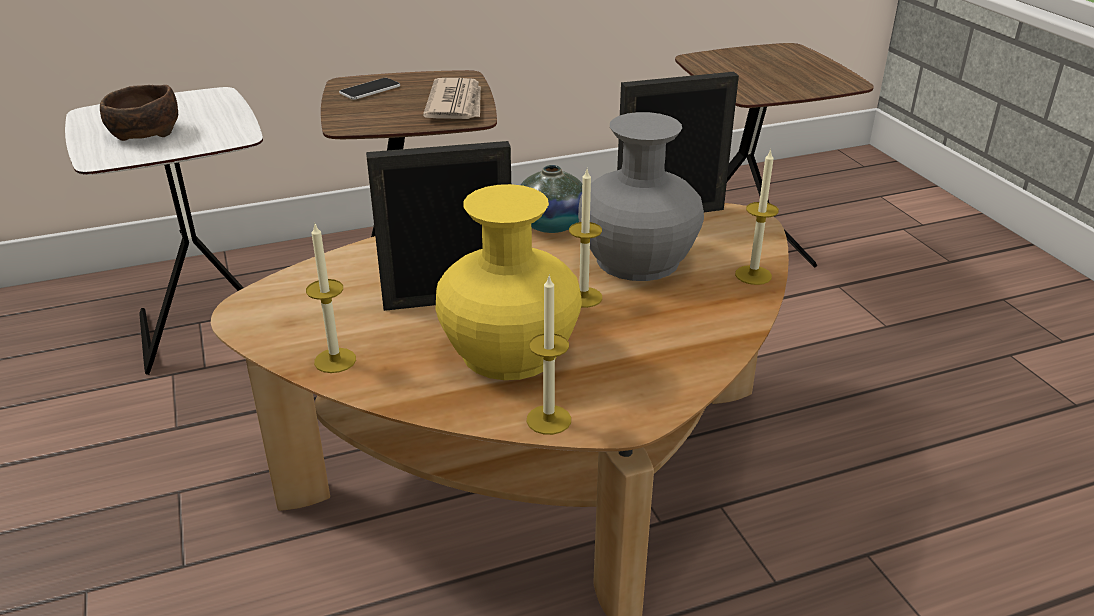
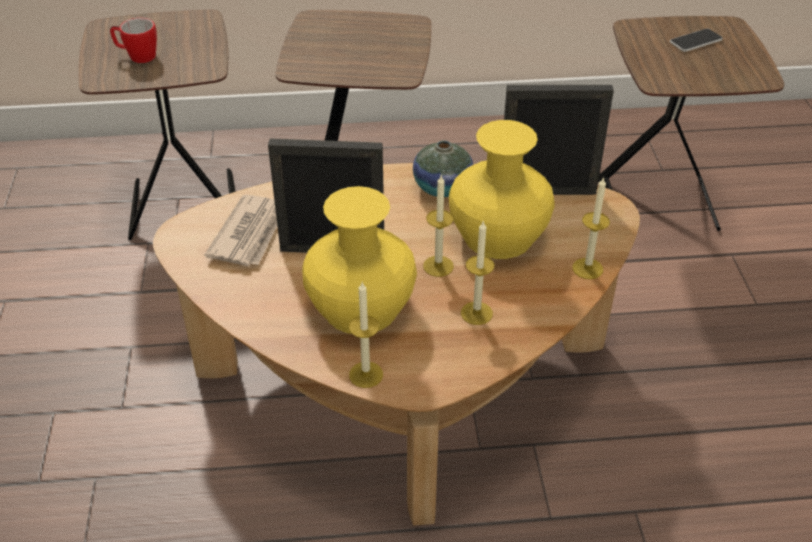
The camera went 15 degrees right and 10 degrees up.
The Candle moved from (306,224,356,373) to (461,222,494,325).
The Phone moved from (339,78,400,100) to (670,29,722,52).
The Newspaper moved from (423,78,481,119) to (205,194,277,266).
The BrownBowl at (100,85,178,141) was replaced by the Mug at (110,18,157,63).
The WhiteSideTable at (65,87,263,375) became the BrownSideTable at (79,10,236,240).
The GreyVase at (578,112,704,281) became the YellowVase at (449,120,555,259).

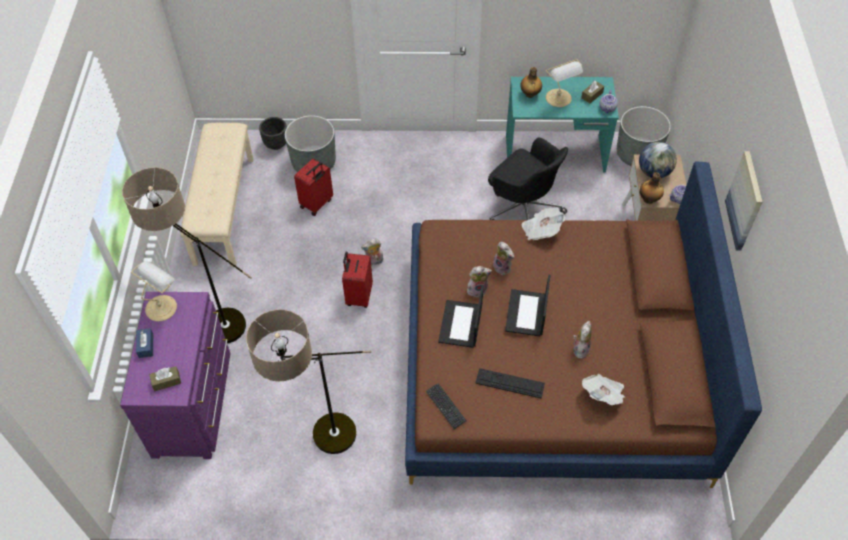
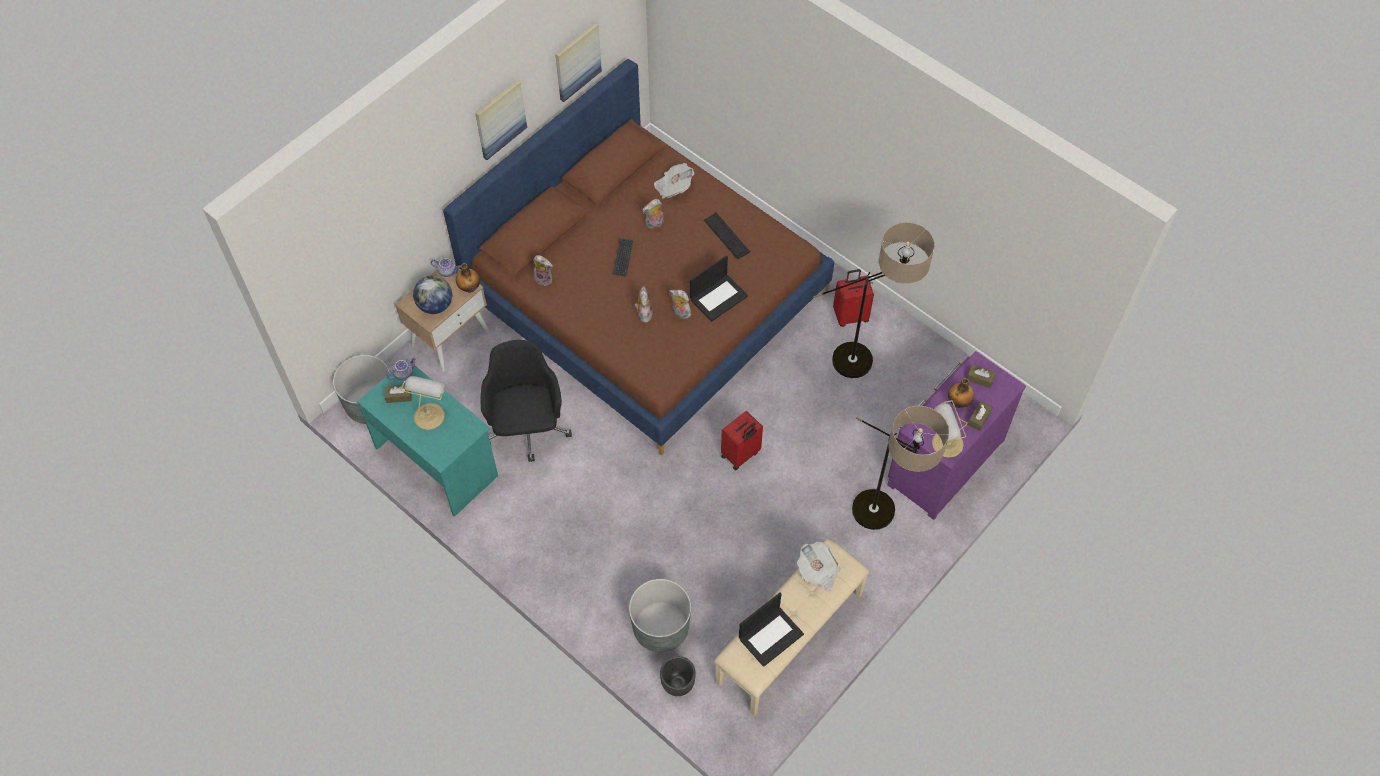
The camera went 140 degrees left and 5 degrees up.
The Picture at (555,23,602,102) appeared.
The RedSuitcase moved from (294,158,333,216) to (833,269,874,327).
The PlushToy moved from (361,239,384,266) to (533,255,553,286).
The Keyboard moved from (426,383,467,429) to (613,238,633,277).
The Laptop moved from (505,275,550,336) to (739,592,804,667).
The Bottle moved from (520,67,542,98) to (948,378,974,408).
The Newspaper moved from (522,207,565,240) to (797,542,841,591).
The BlueTissueBox at (136,328,153,358) became the BrownTissueBox at (968,401,993,431).

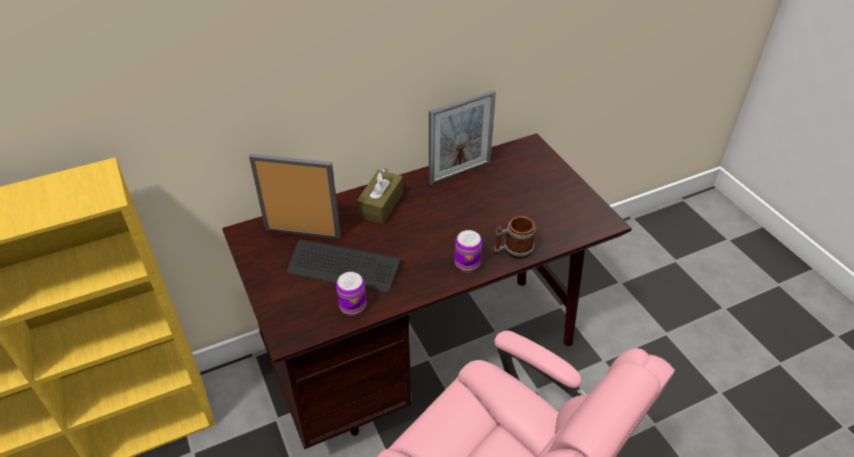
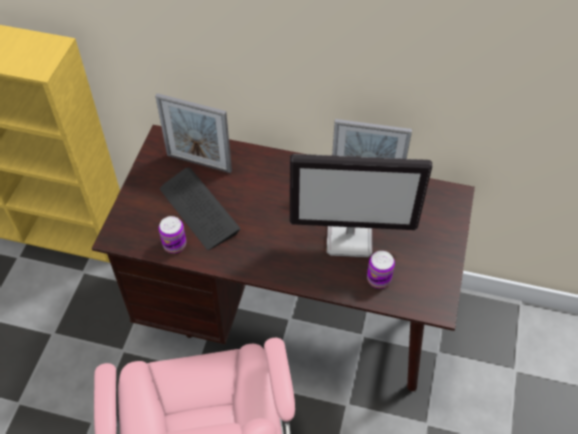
The camera went 40 degrees right and 10 degrees up.
The BrownTissueBox at (356,168,403,224) disappeared.
The Mug at (493,216,536,259) disappeared.
The Monitor at (290,154,432,257) appeared.
The Can moved from (455,230,482,272) to (367,251,395,288).
The PictureFrame at (249,154,341,239) turned 150 degrees clockwise.

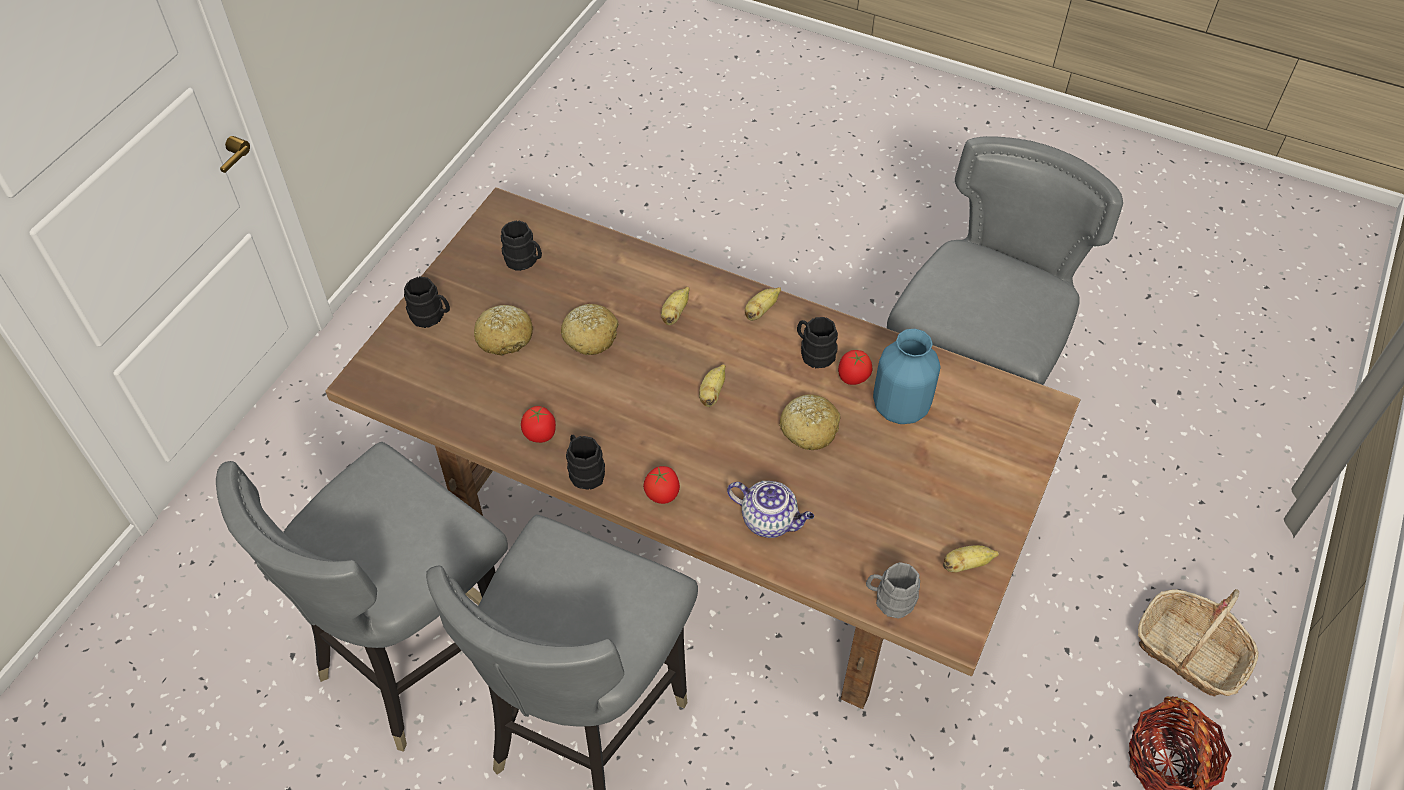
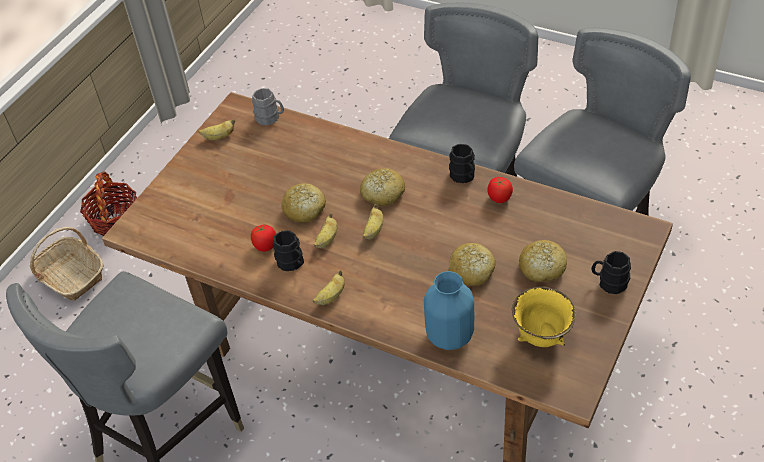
The camera went 175 degrees left and 5 degrees down.
The Tomato at (643,466,680,504) disappeared.
The Teapot at (727,481,814,538) disappeared.
The Bread at (360,168,405,206) appeared.
The Banana moved from (661,287,690,325) to (314,213,337,248).
The BlueVase moved from (873,329,940,424) to (424,271,474,350).
The BlackMug at (501,220,542,271) was replaced by the YellowBowl at (512,287,575,347).

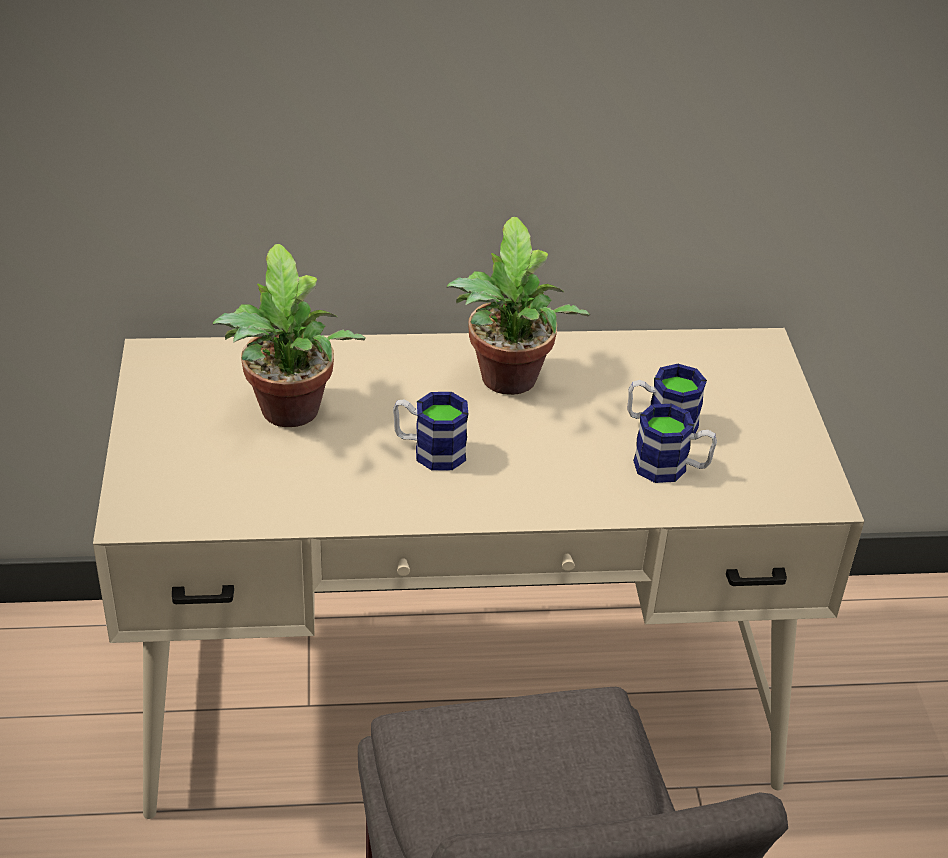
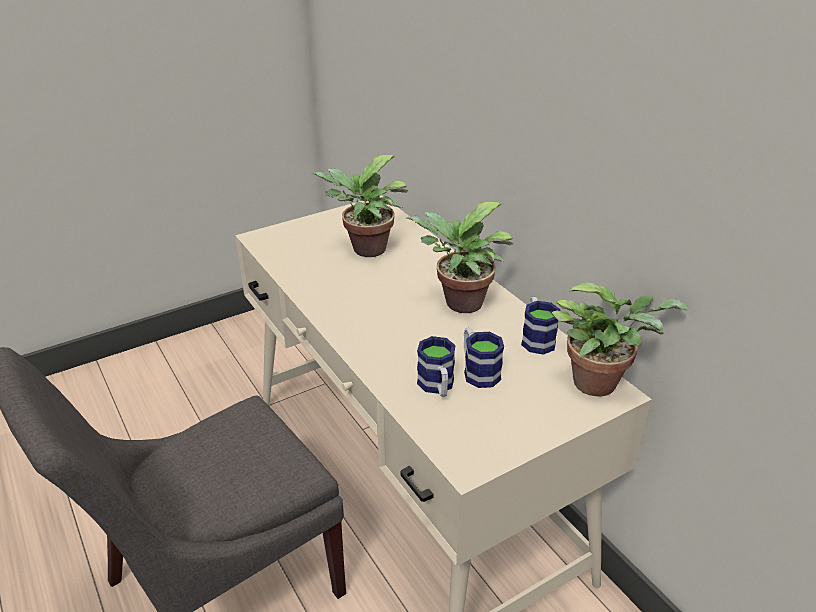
The camera went 65 degrees right and 5 degrees down.
The PottedPlant at (552,282,689,397) appeared.
The Mug moved from (393,392,468,471) to (521,296,560,355).

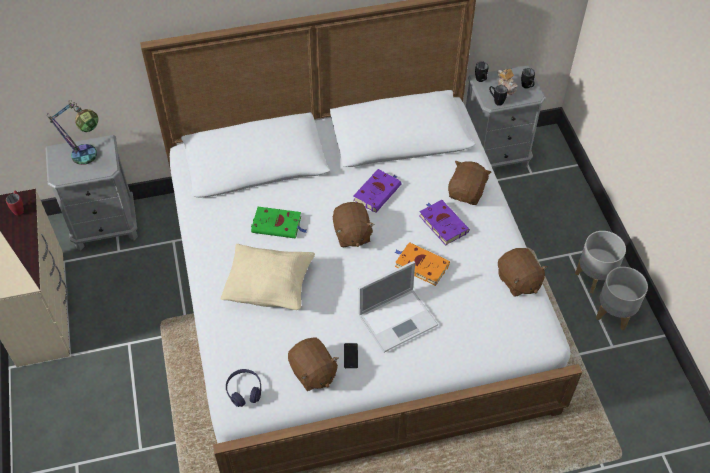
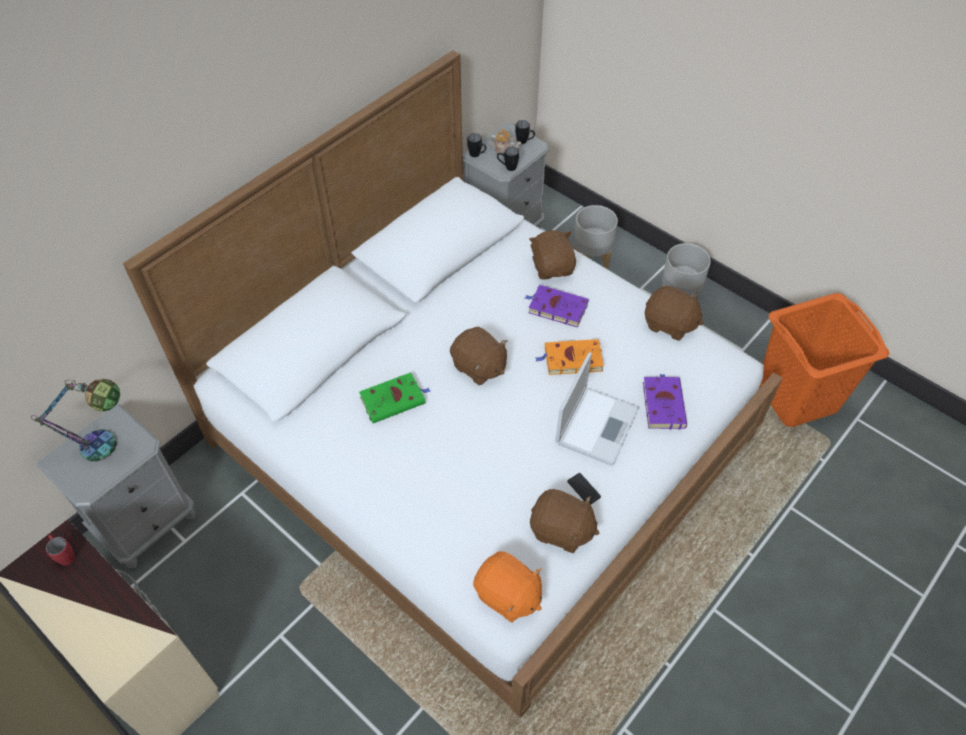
The camera went 35 degrees left and 0 degrees up.
The BeigePillow at (221,244,315,310) disappeared.
The OrangeLaundryBasket at (759,293,889,427) appeared.
The PurpleBook moved from (353,169,402,213) to (643,374,687,429).
The GreyPlanter moved from (596,267,648,330) to (574,205,618,269).
The PurpleHeadphones at (226,369,261,407) was replaced by the OrangePlushToy at (473,551,542,623).

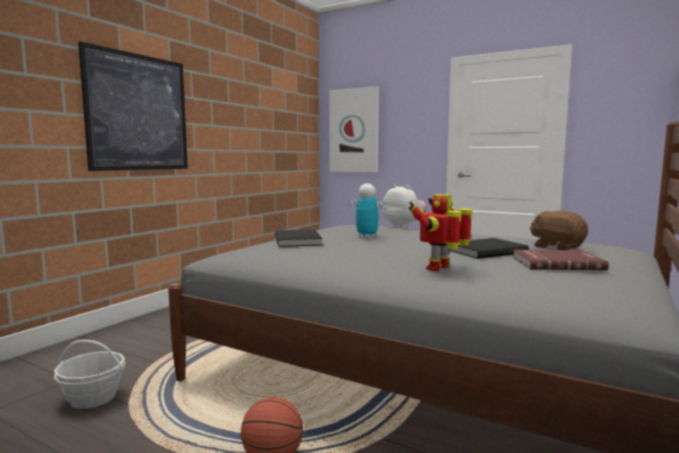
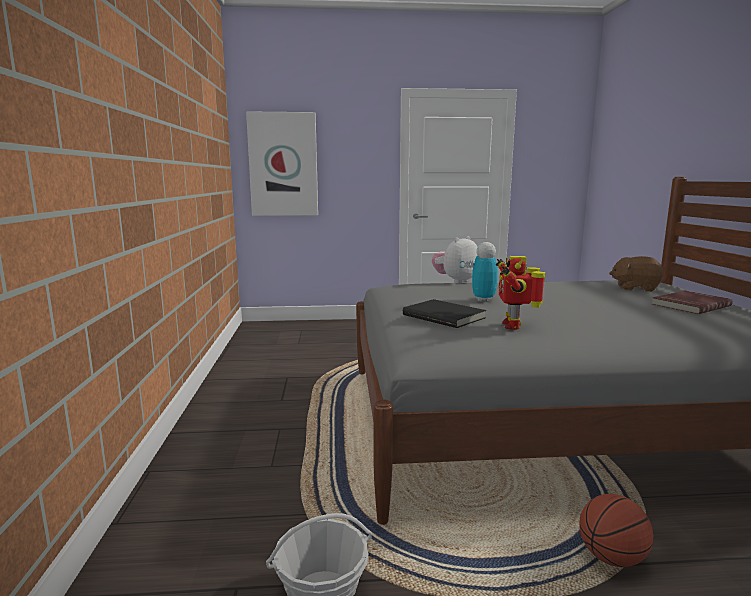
The camera went 35 degrees left and 5 degrees up.
The Picture at (78,41,188,171) disappeared.
The BlackBook at (448,238,529,259) disappeared.
The ToyRobot moved from (409,194,473,271) to (496,256,545,330).
The PlushToy at (383,184,427,228) turned 60 degrees counterclockwise.

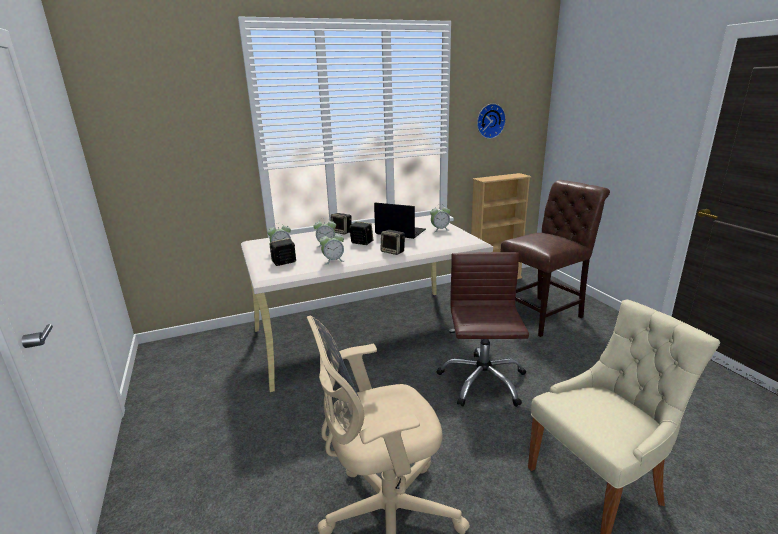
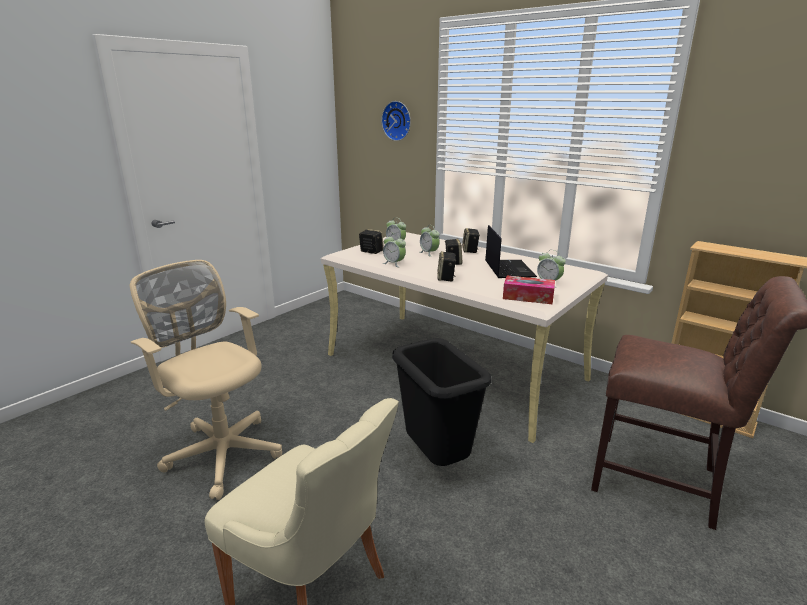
The camera went 60 degrees right and 0 degrees up.
The TissueBox at (503,276,555,304) appeared.
The WallClock moved from (477,103,506,139) to (381,101,411,141).
The BrownOfficeChair at (437,252,529,407) was replaced by the BlackTrashCan at (392,338,492,466).

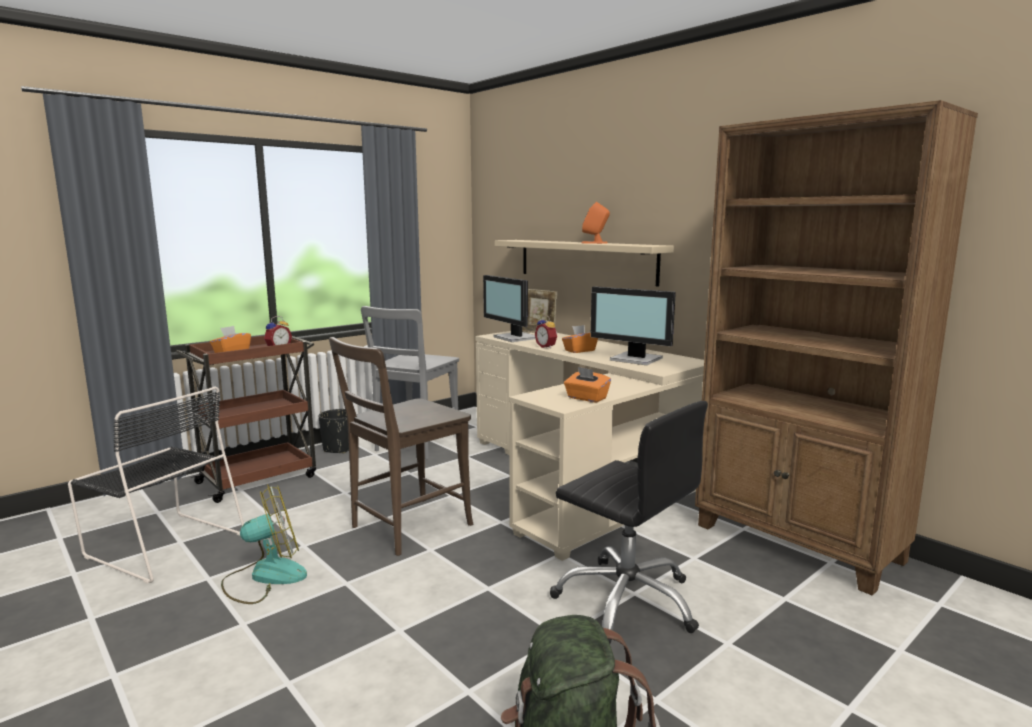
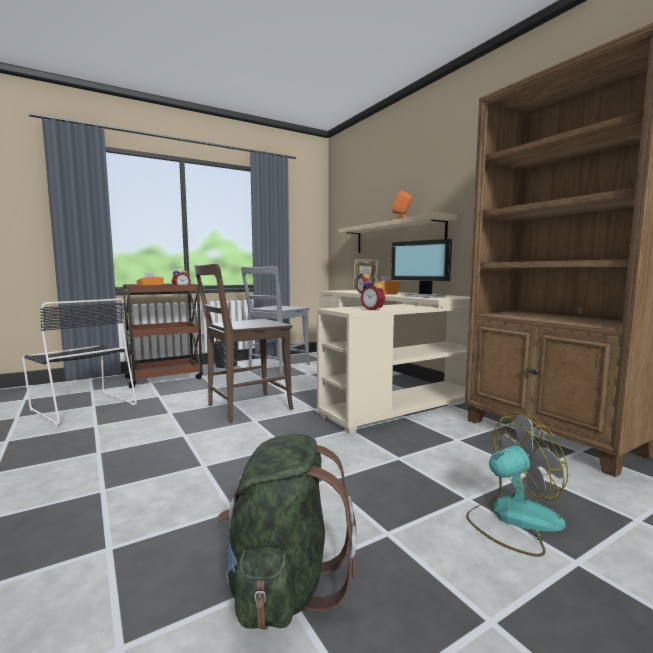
The camera went 10 degrees right and 5 degrees down.
The Monitor at (483,275,536,342) disappeared.
The BlackOfficeChair at (550,401,708,644) disappeared.
The Fan moved from (221,484,307,604) to (466,412,568,557).
The OrangeTissueBox at (564,367,611,403) was replaced by the AlarmClock at (360,277,385,311).

